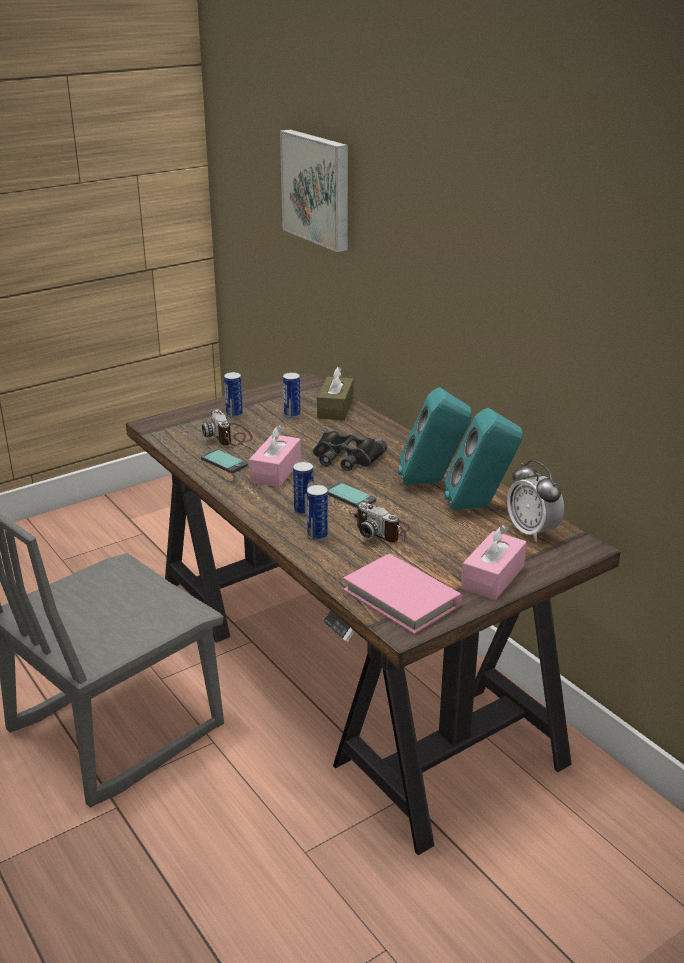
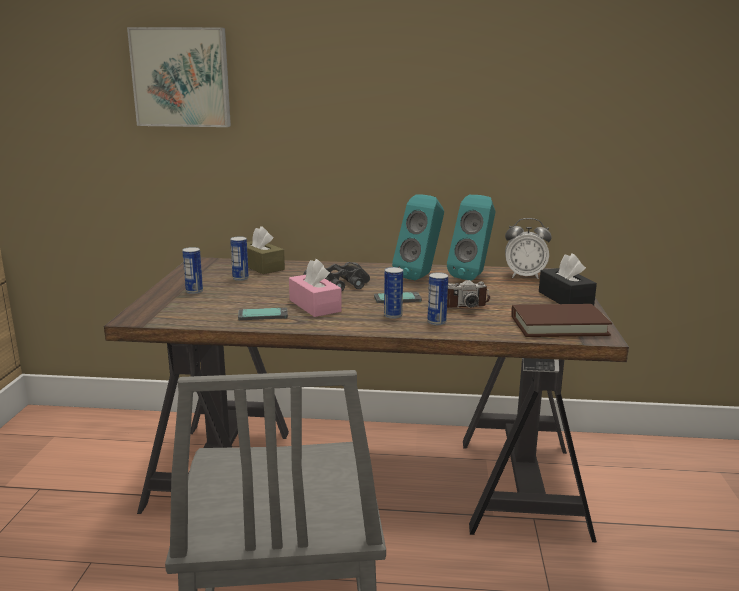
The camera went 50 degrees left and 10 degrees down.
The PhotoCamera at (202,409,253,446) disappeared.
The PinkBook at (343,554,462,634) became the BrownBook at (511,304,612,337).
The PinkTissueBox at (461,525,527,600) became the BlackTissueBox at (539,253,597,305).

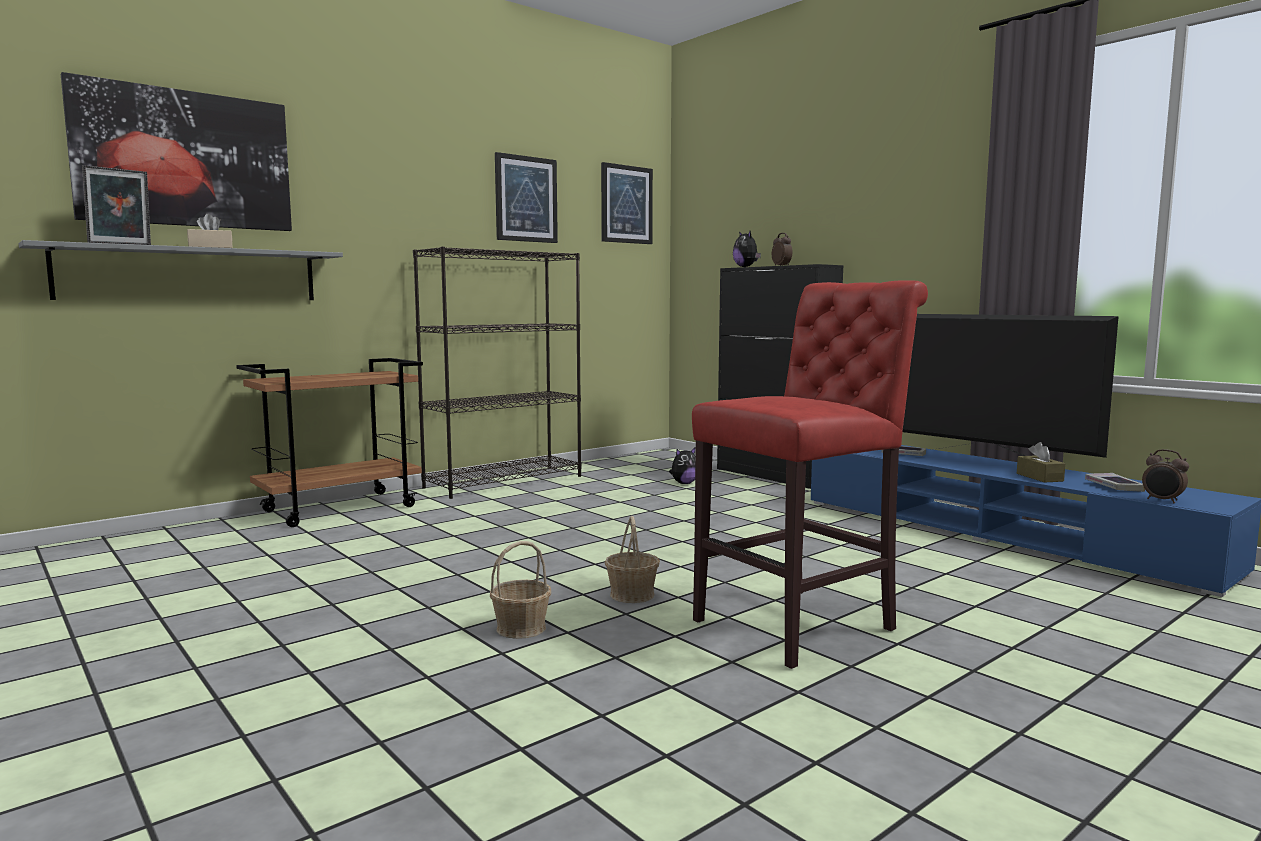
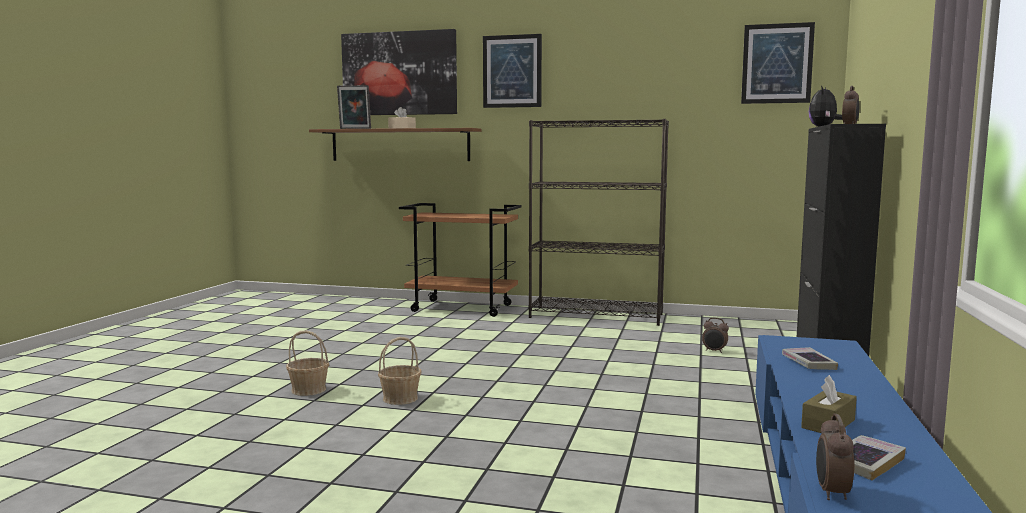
The camera went 55 degrees right and 0 degrees up.
The RedStool at (692,281,928,669) disappeared.
The Television at (903,314,1119,458) disappeared.
The Picture moved from (495,152,558,243) to (483,34,542,108).
The PlushToy at (669,448,696,484) was replaced by the AlarmClock at (702,318,729,353).
The GreyShelf at (18,240,343,300) became the BrownShelf at (309,128,482,161).

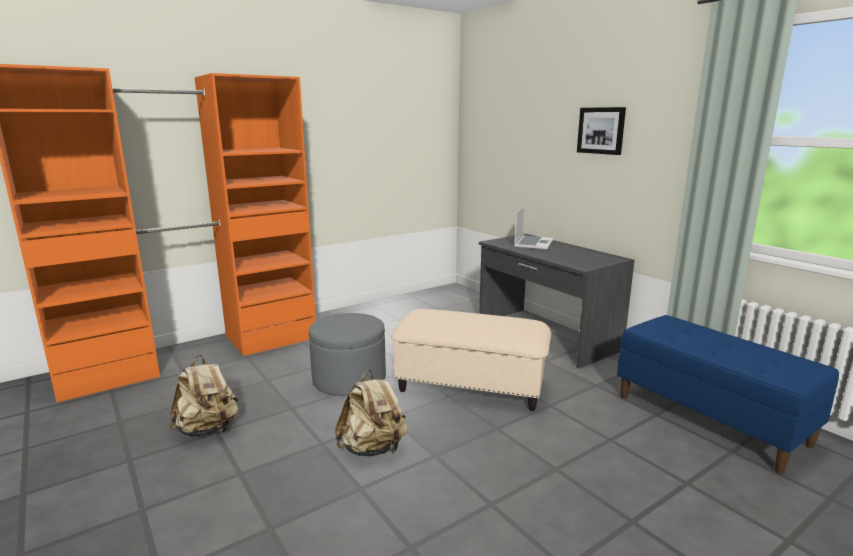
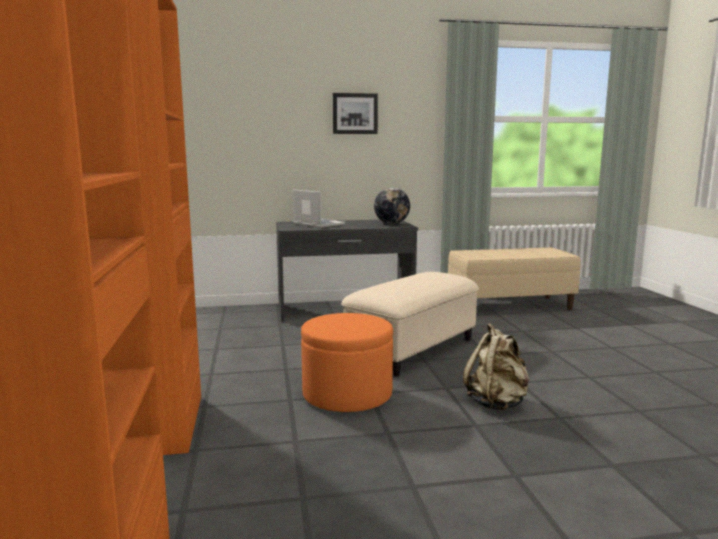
The camera went 65 degrees left and 5 degrees down.
The BeigeBackpack at (170,355,238,436) disappeared.
The Globe at (374,188,410,224) appeared.
The GreyOttoman at (309,313,386,396) became the OrangeOttoman at (301,313,393,412).
The BlueBench at (617,315,839,474) became the BeigeBench at (448,247,581,310).

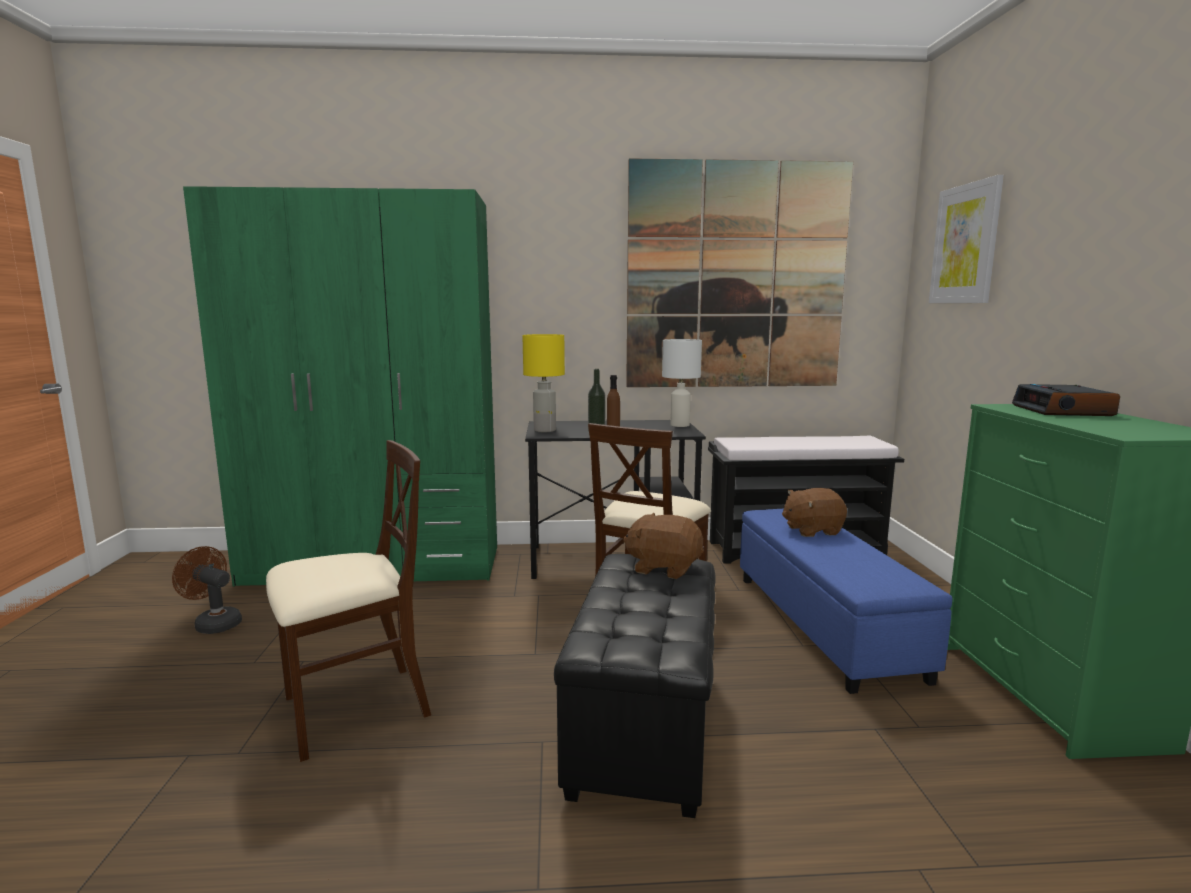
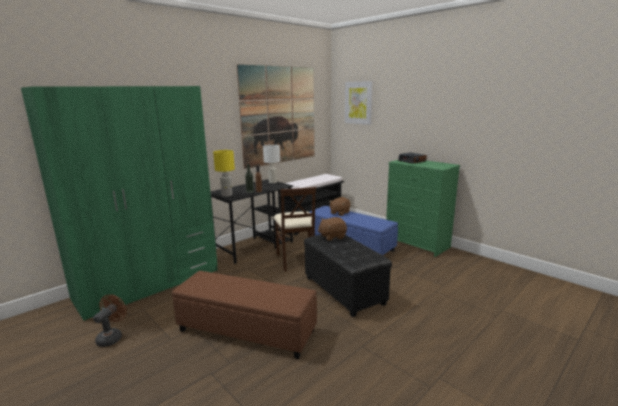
The camera went 40 degrees left and 5 degrees up.
The BeigeChair at (266,440,431,762) was replaced by the BrownOttoman at (172,271,317,359).
The BrownFan at (172,546,242,634) turned 120 degrees clockwise.

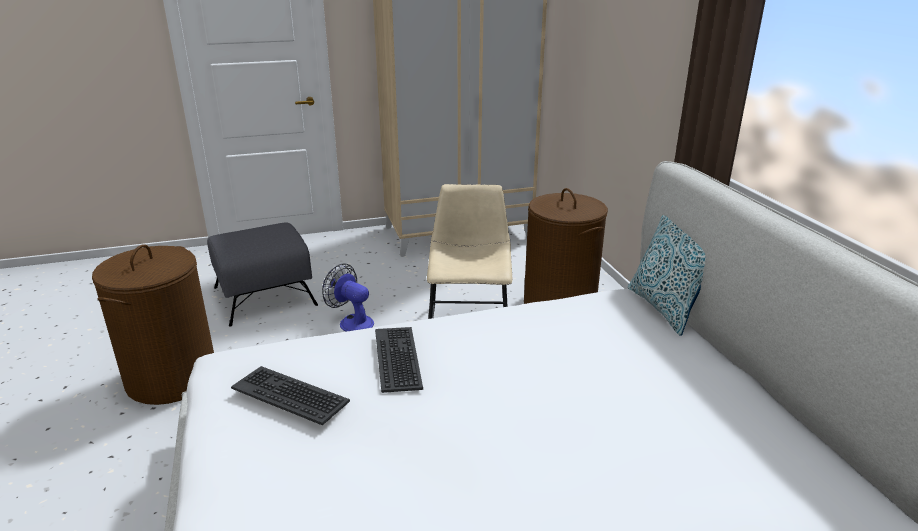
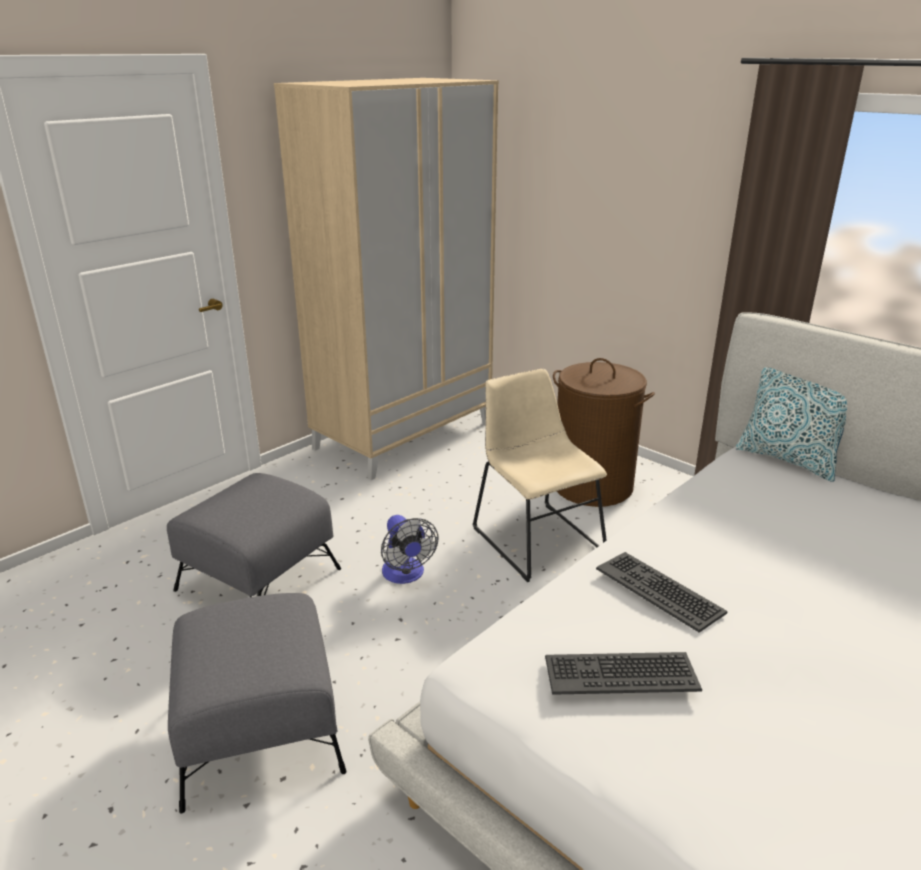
The camera went 30 degrees left and 0 degrees up.
The BrownLaundryBasket at (92,244,214,405) was replaced by the GreyOttoman at (168,593,346,814).
The Fan at (322,263,374,332) turned 120 degrees counterclockwise.

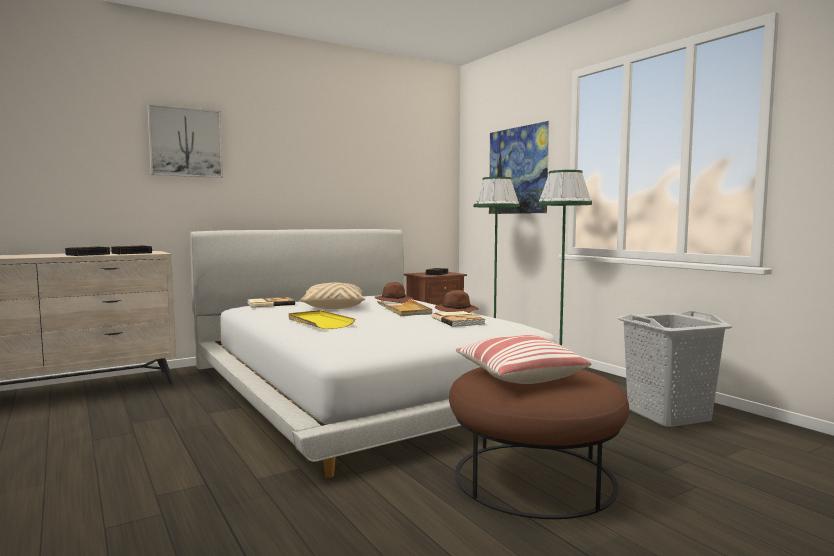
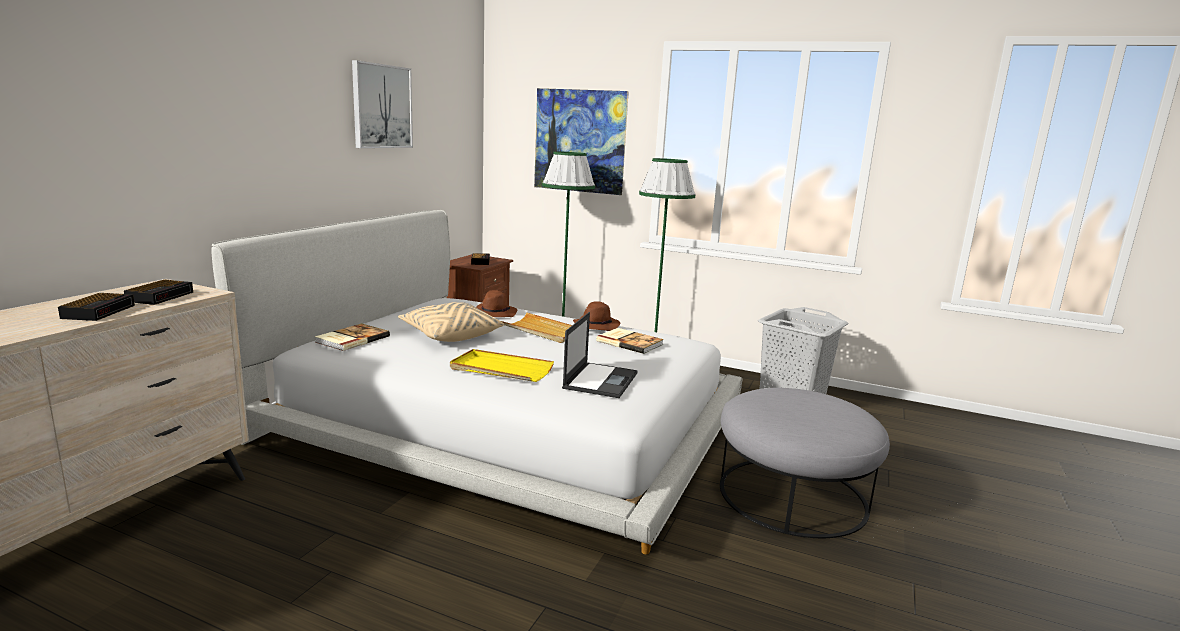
The camera went 35 degrees left and 10 degrees up.
The Pillow at (456,335,591,384) disappeared.
The Laptop at (562,312,638,398) appeared.
The Picture moved from (147,104,223,178) to (352,60,413,148).
The BrownOttoman at (449,367,629,519) became the GreyOttoman at (720,388,890,538).

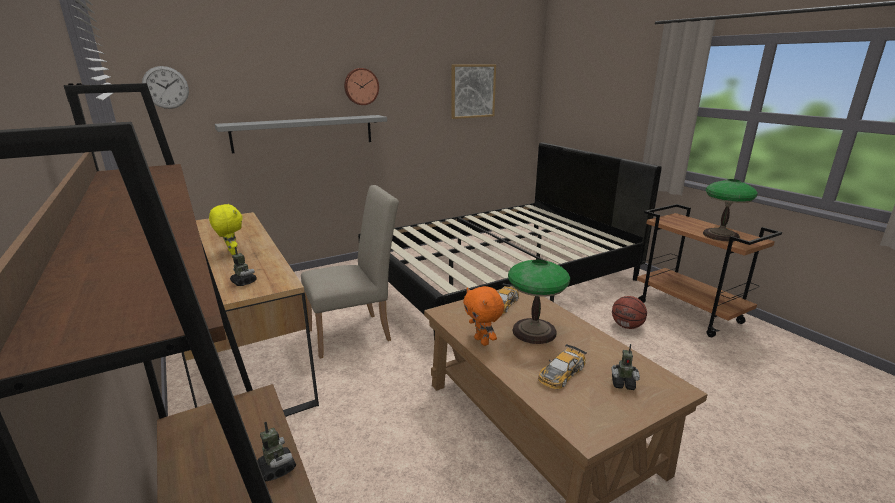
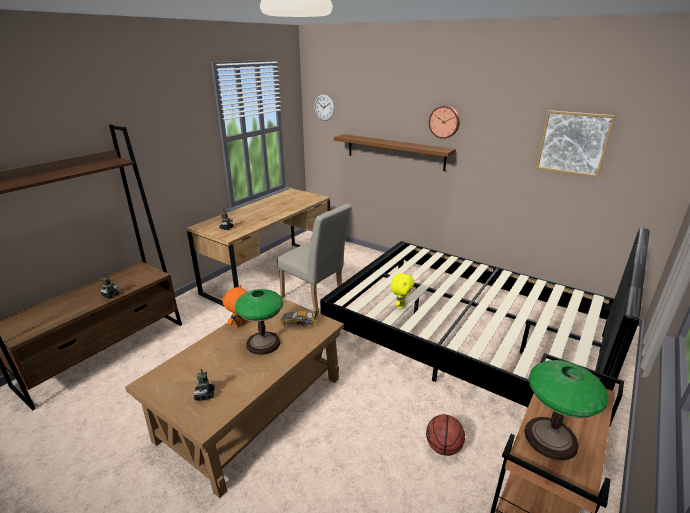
The camera went 65 degrees right and 5 degrees up.
The ToyCar at (538,344,587,389) disappeared.
The YellowPlushToy moved from (209,204,243,255) to (391,273,414,309).
The GreyShelf at (215,115,387,153) became the BrownShelf at (334,134,456,171).

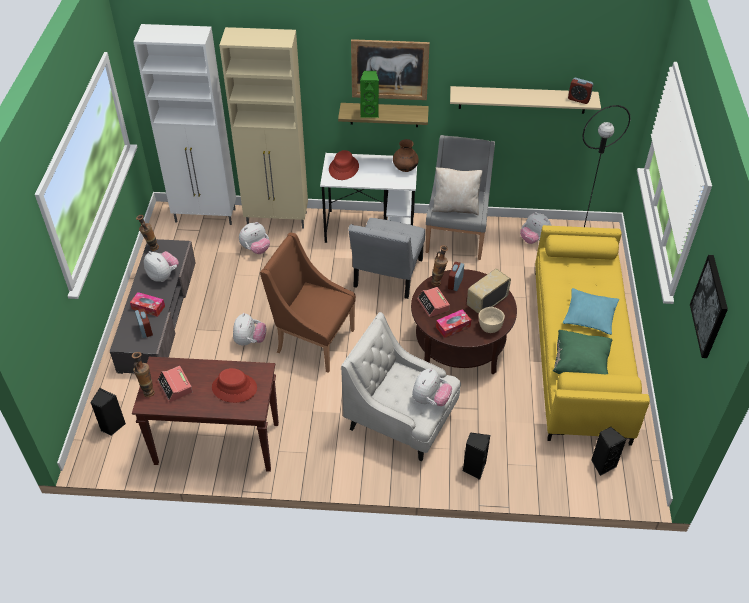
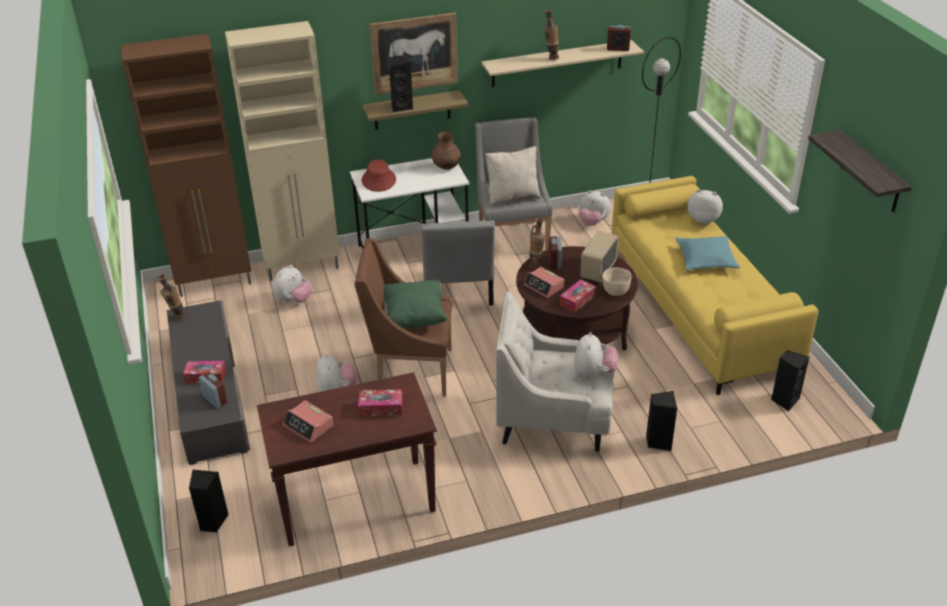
The camera went 20 degrees left and 10 degrees down.
The Vase moved from (132,352,155,397) to (544,10,559,60).
The PlushToy moved from (144,251,179,282) to (688,189,723,224).
The GreenPillow moved from (553,330,613,374) to (384,280,447,328).
The RedHat at (212,368,257,403) was replaced by the TissueBox at (358,390,403,417).
The Picture at (690,255,728,358) was replaced by the Shelf at (808,130,912,212).
The WhiteCabinet at (133,24,236,225) became the BrownCabinet at (121,34,251,297).
The GreenSpeaker at (360,71,379,118) became the BlackSpeaker at (389,56,413,112).

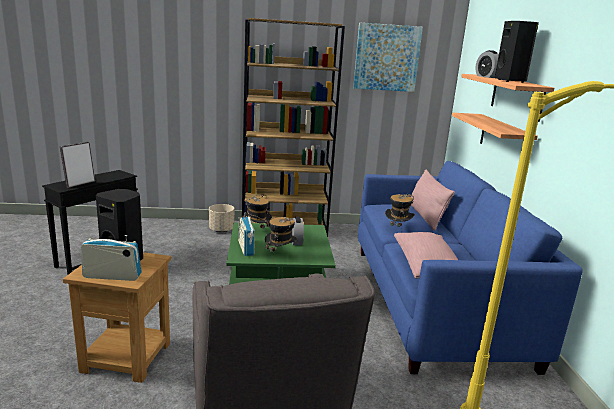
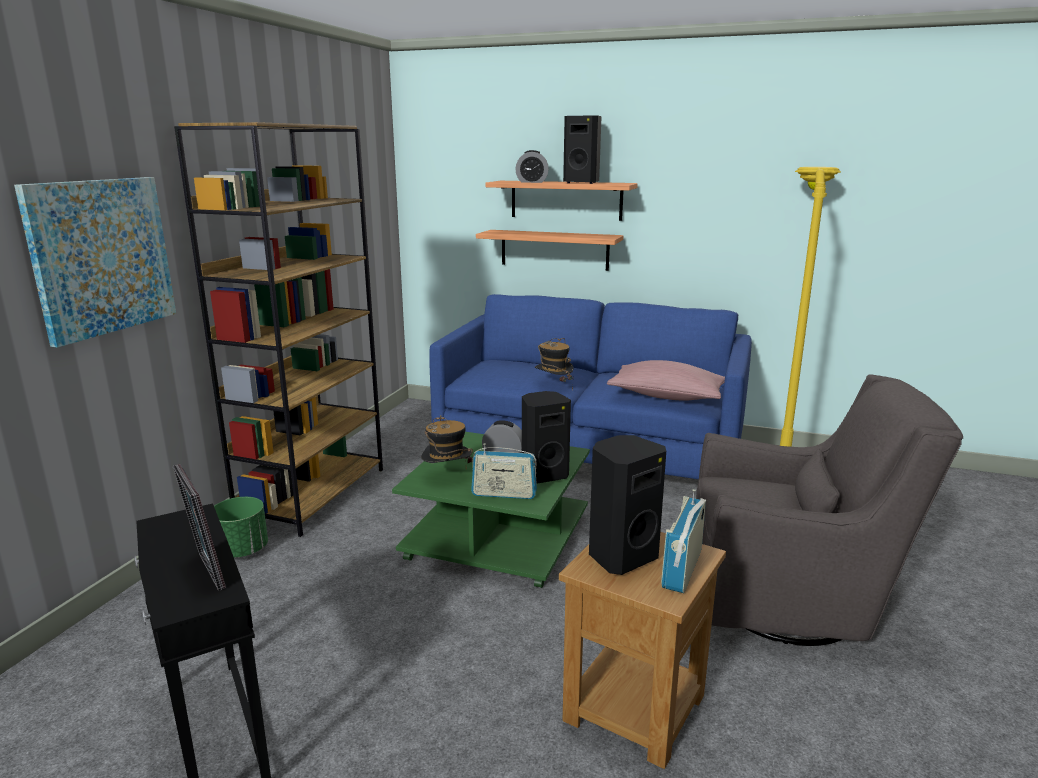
The camera went 65 degrees left and 0 degrees up.
The PinkPillow at (411,170,455,230) disappeared.
The Picture moved from (353,23,423,92) to (14,177,176,348).
The Hat at (265,217,297,257) was replaced by the BlackSpeaker at (522,391,571,484).
The BeigePlanter at (209,204,234,232) became the GreenPlanter at (214,497,268,558).

